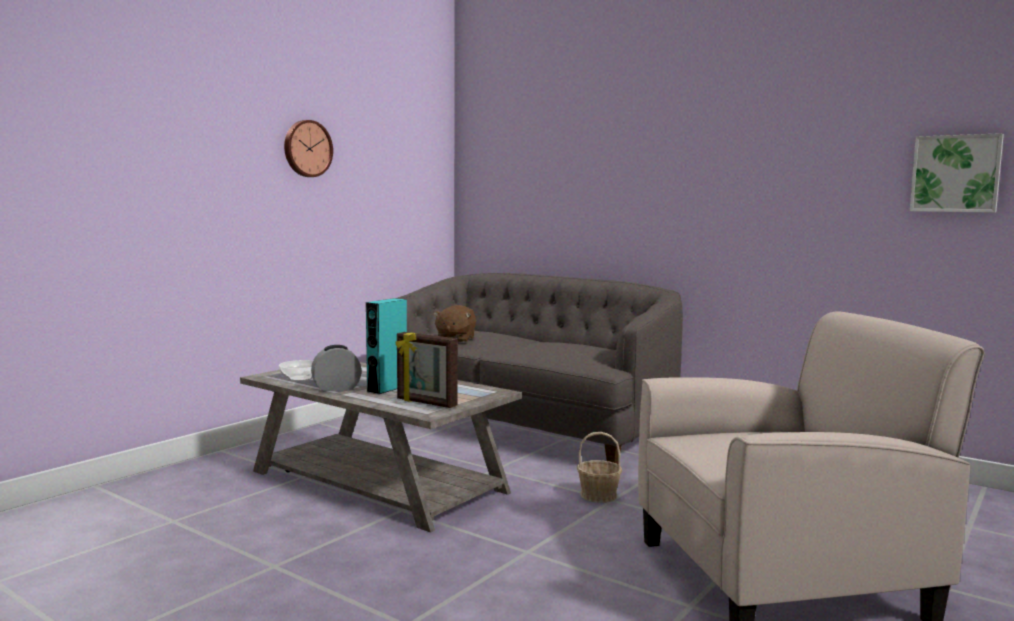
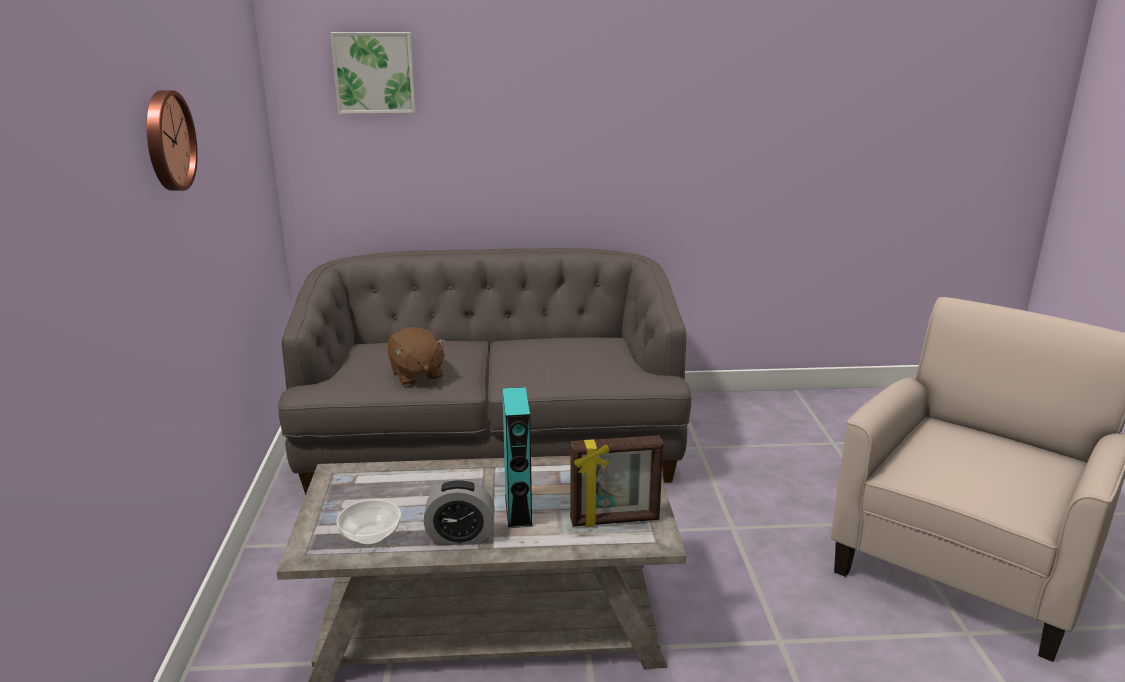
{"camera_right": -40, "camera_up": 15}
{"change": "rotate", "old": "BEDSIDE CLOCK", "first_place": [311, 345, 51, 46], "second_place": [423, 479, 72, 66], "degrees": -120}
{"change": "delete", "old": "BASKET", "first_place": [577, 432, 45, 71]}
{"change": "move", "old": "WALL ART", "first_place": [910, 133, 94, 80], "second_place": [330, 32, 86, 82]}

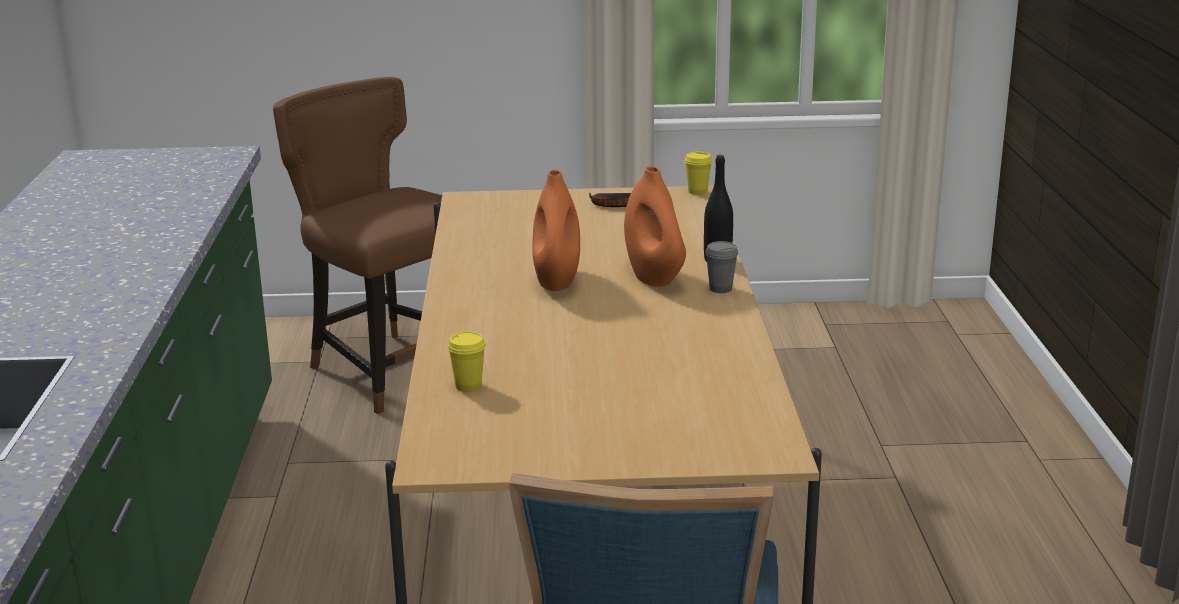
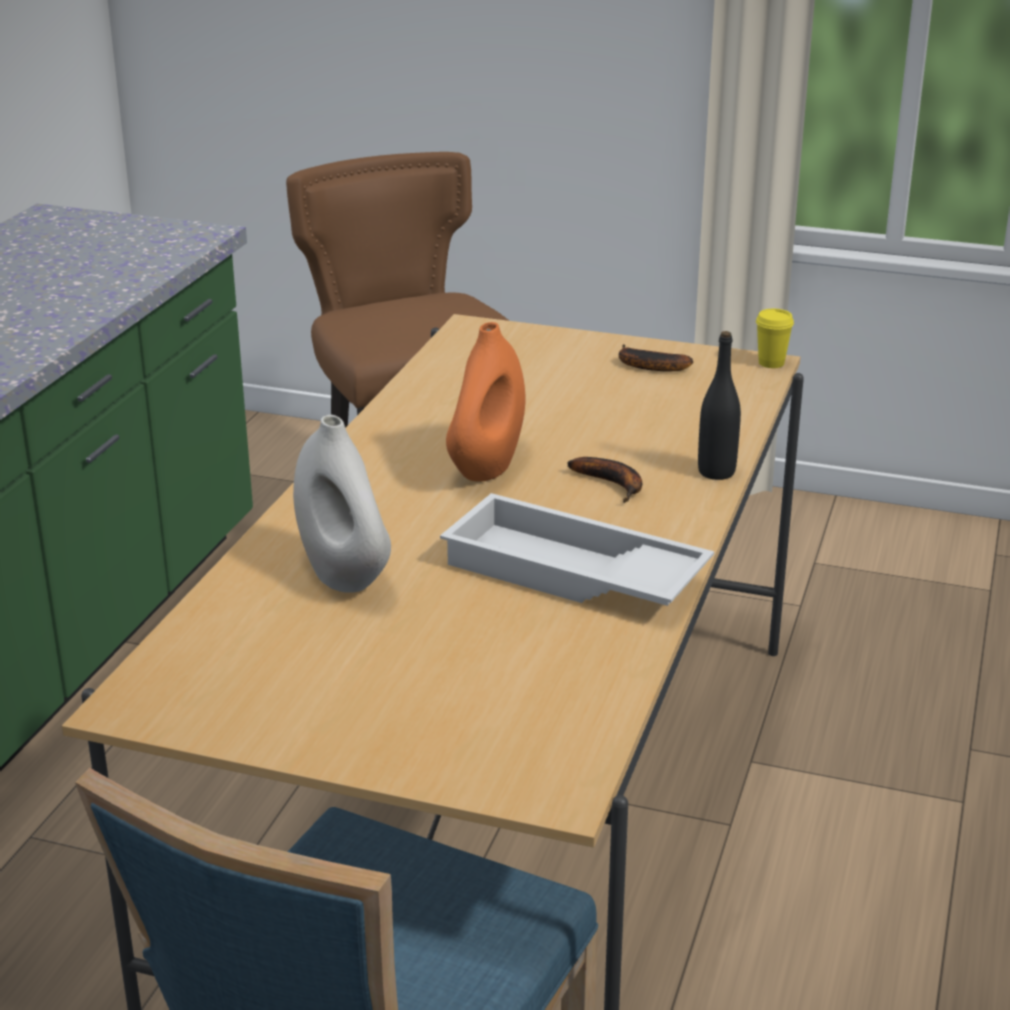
{"camera_right": 20, "camera_up": 5}
{"change": "delete", "old": "YELLOWISH CUP", "first_place": [447, 332, 39, 60]}
{"change": "replace", "old": "ORANGEY DECORATIVE VASE", "new": "BANANA", "first_place": [624, 166, 62, 121], "second_place": [567, 457, 75, 46]}
{"change": "delete", "old": "GREYISH CUP", "first_place": [705, 241, 33, 52]}
{"change": "insert", "new": "WHITISH DECORATIVE VASE", "second_place": [293, 415, 98, 178]}
{"change": "insert", "new": "WHITISH TRAY", "second_place": [440, 493, 274, 113]}

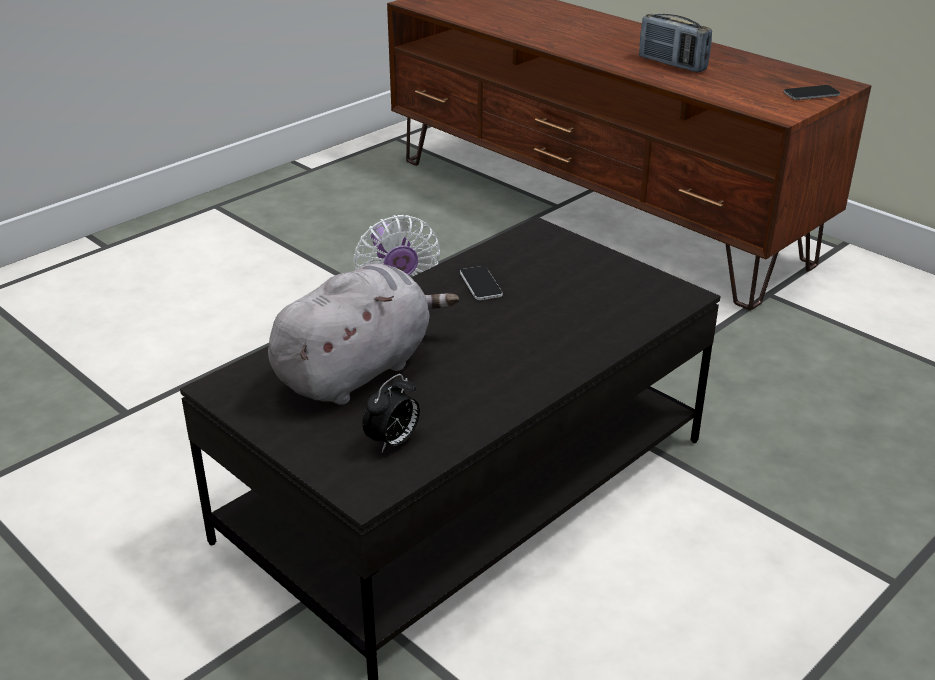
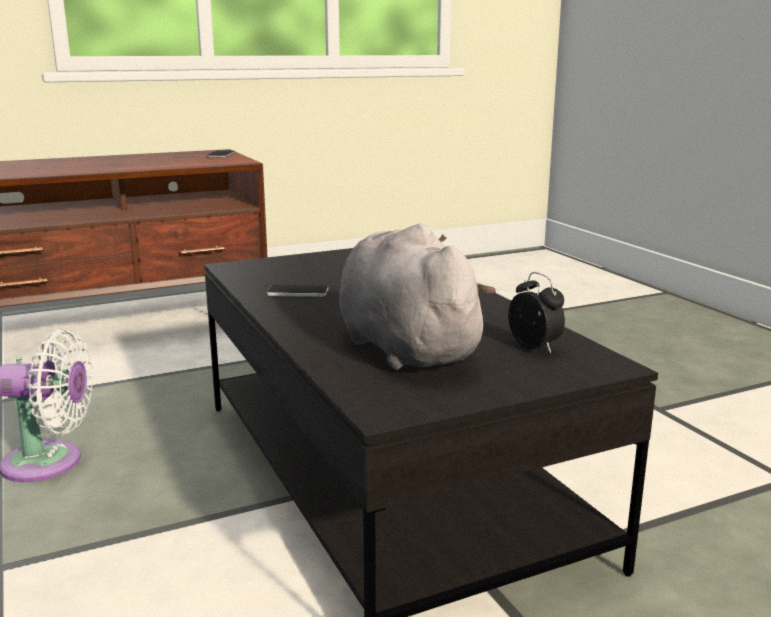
{"camera_right": -70, "camera_up": -15}
{"change": "delete", "old": "RADIO", "first_place": [639, 14, 73, 58]}

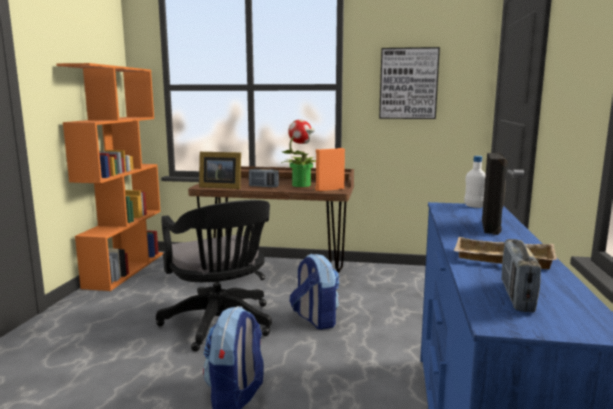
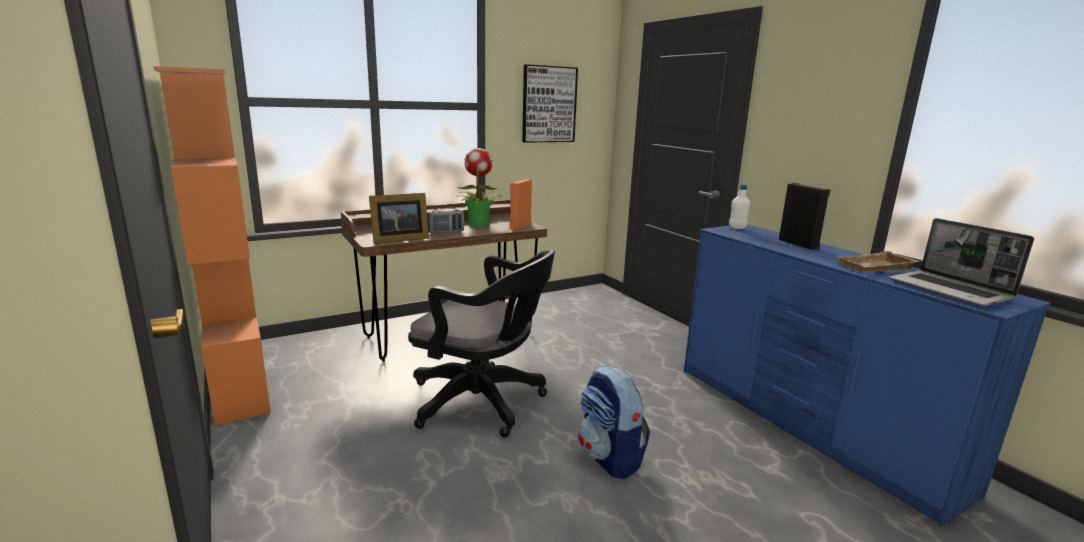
{"camera_right": -40, "camera_up": 5}
{"change": "delete", "old": "KNAPSACK", "first_place": [290, 254, 49, 76]}
{"change": "replace", "old": "RADIO", "new": "PORTABLE COMPUTER", "first_place": [502, 239, 39, 73], "second_place": [889, 218, 145, 89]}

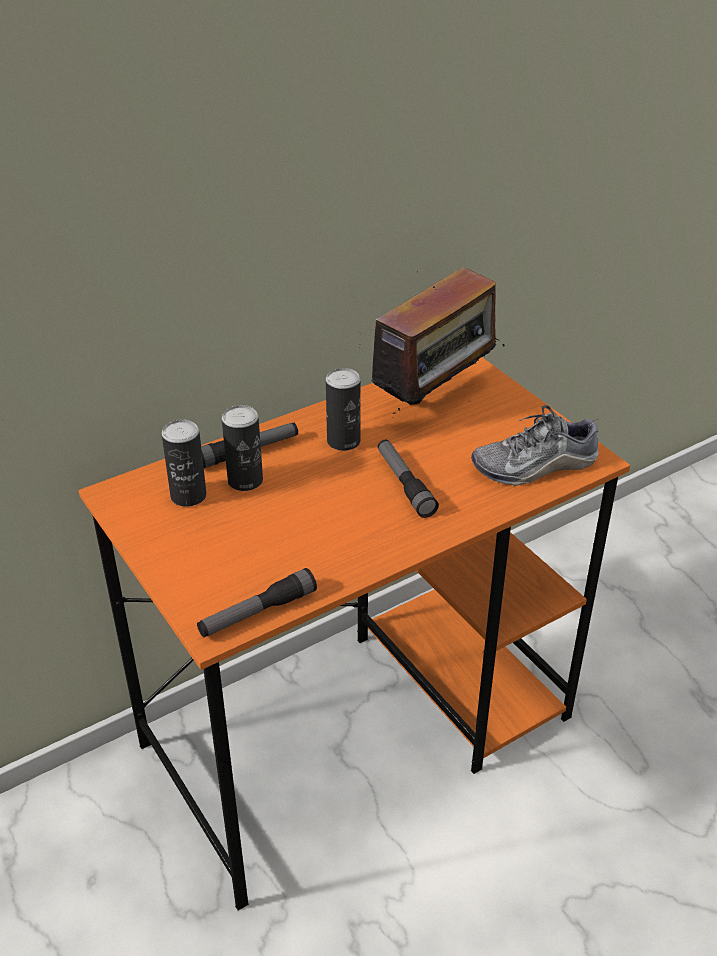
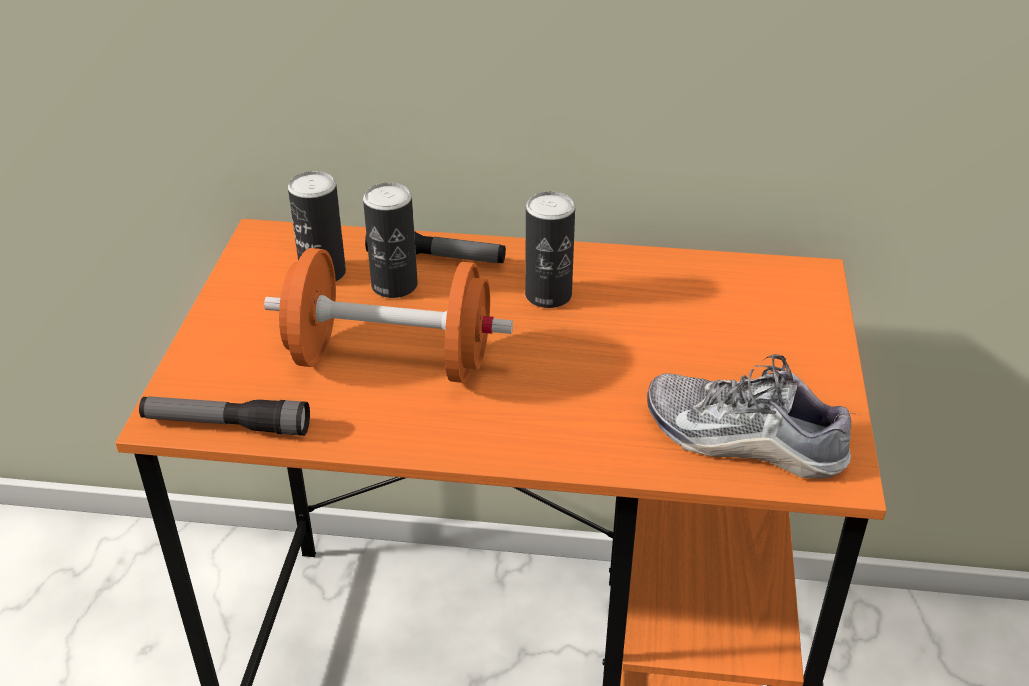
{"camera_right": 40, "camera_up": 0}
{"change": "delete", "old": "RADIO", "first_place": [371, 267, 134, 151]}
{"change": "delete", "old": "HAND TORCH", "first_place": [378, 440, 61, 78]}
{"change": "insert", "new": "ORANGEY FREE WEIGHT", "second_place": [264, 248, 249, 135]}

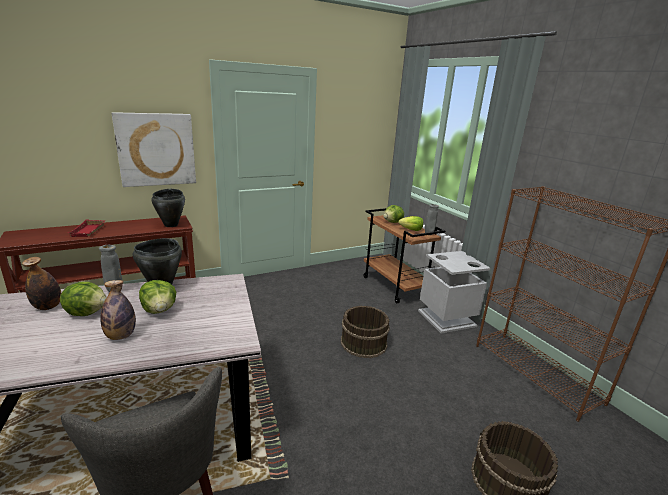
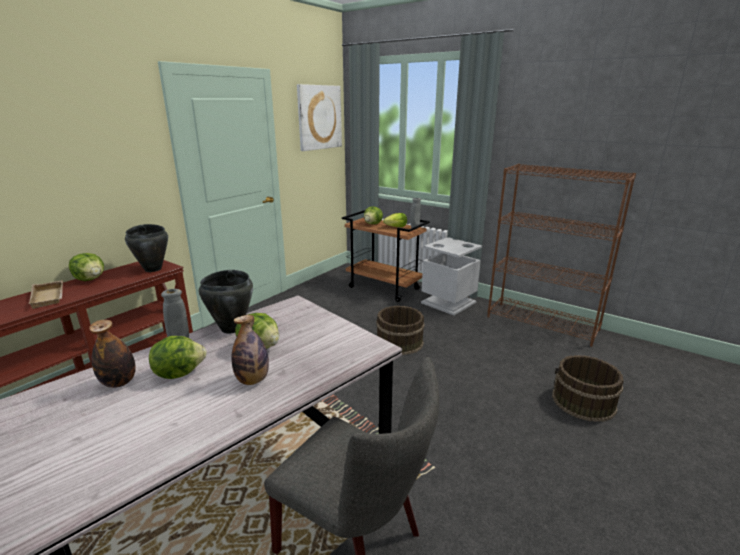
{"camera_right": -25, "camera_up": 0}
{"change": "recolor", "old": "RED TRAY", "new": "SAND-COLOURED TRAY", "first_place": [68, 219, 38, 18], "second_place": [28, 280, 35, 29]}
{"change": "move", "old": "WALL ART", "first_place": [112, 112, 84, 75], "second_place": [297, 84, 45, 67]}
{"change": "insert", "new": "HEAD OF LETTUCE", "second_place": [69, 253, 35, 28]}

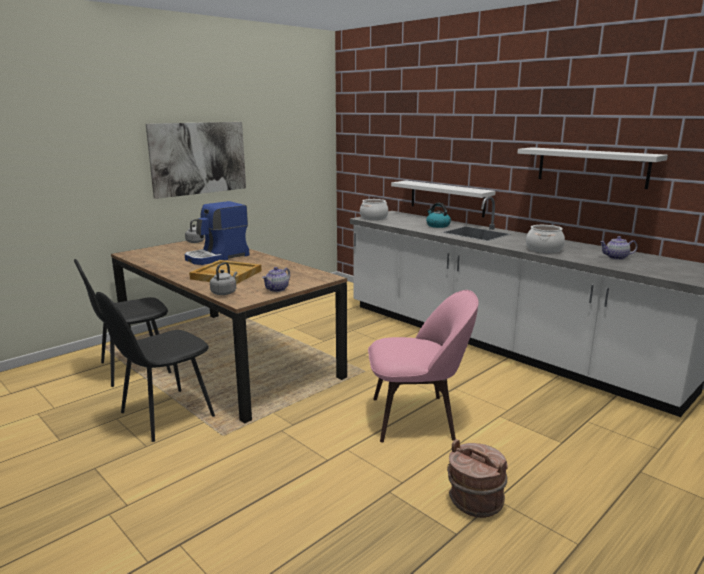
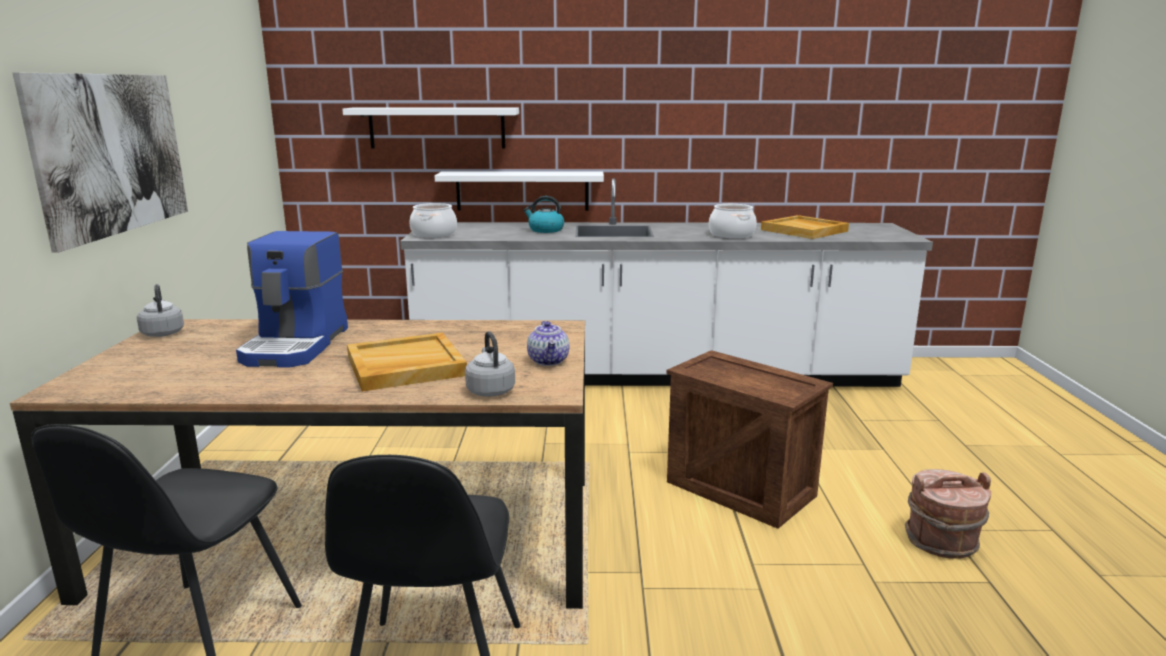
{"camera_right": -45, "camera_up": 0}
{"change": "replace", "old": "PINK-COLOURED PLAIN CHAIR", "new": "PACKING CRATE", "first_place": [368, 290, 111, 152], "second_place": [666, 350, 167, 179]}
{"change": "move", "old": "WHITISH WALL SHELF", "first_place": [517, 147, 151, 42], "second_place": [342, 107, 177, 42]}
{"change": "replace", "old": "TEAPOT", "new": "SAND-COLOURED TRAY", "first_place": [600, 236, 38, 24], "second_place": [761, 215, 88, 24]}

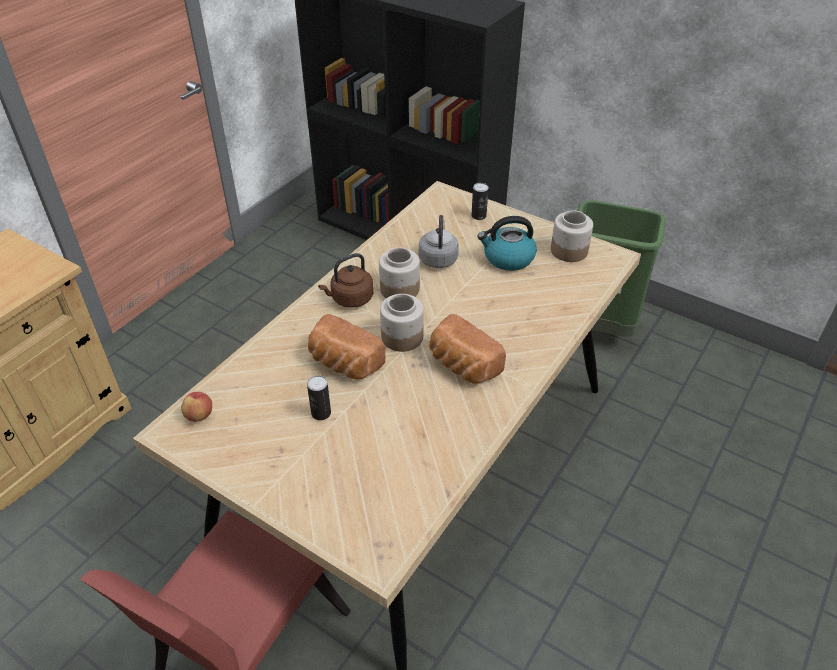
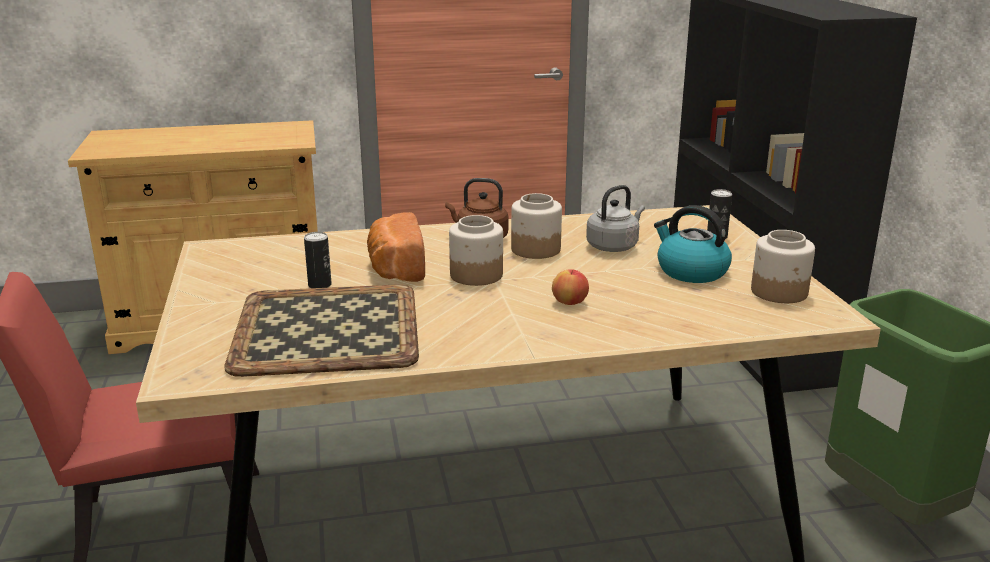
{"camera_right": 45, "camera_up": -20}
{"change": "move", "old": "APPLE", "first_place": [181, 392, 31, 30], "second_place": [552, 269, 37, 36]}
{"change": "delete", "old": "BREAD", "first_place": [429, 314, 77, 69]}
{"change": "insert", "new": "TRAY", "second_place": [224, 284, 195, 93]}

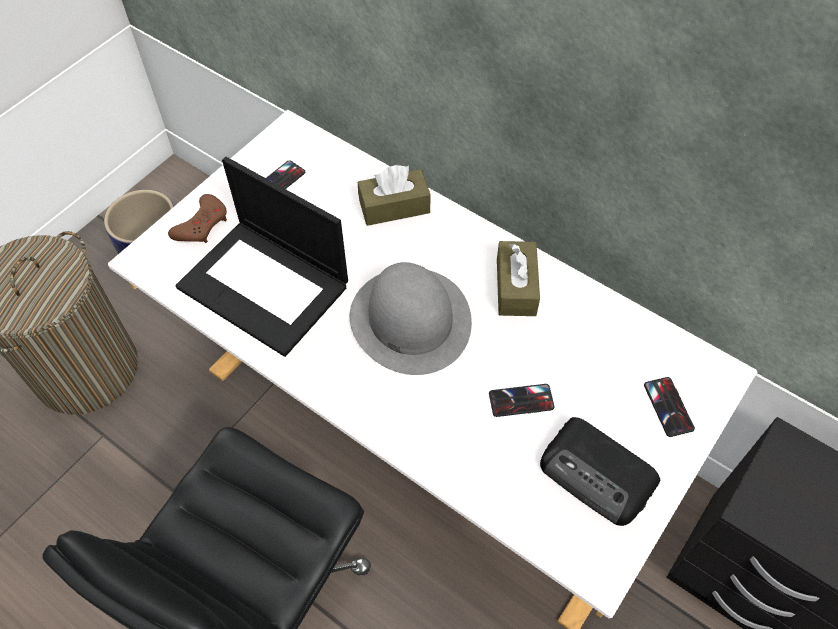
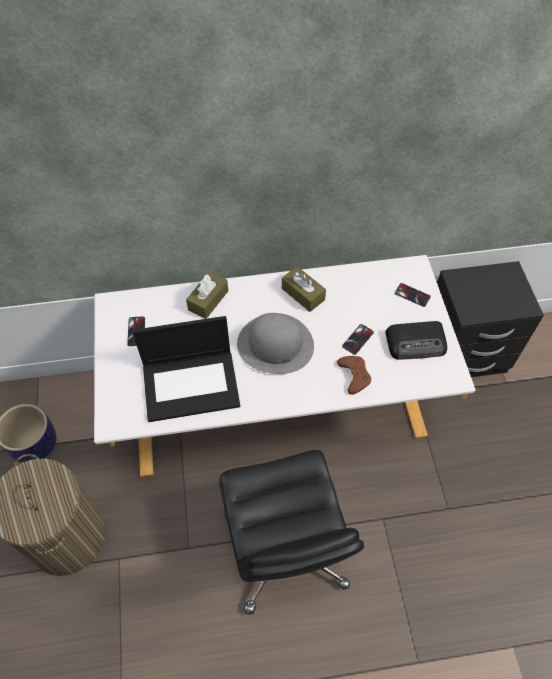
{"camera_right": -45, "camera_up": 0}
{"change": "move", "old": "BROWN GAME CONTROLLER", "first_place": [168, 194, 59, 49], "second_place": [337, 356, 34, 39]}

